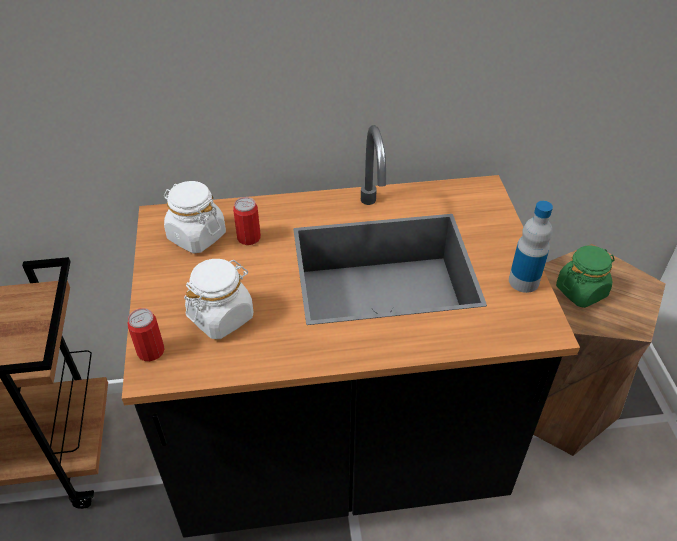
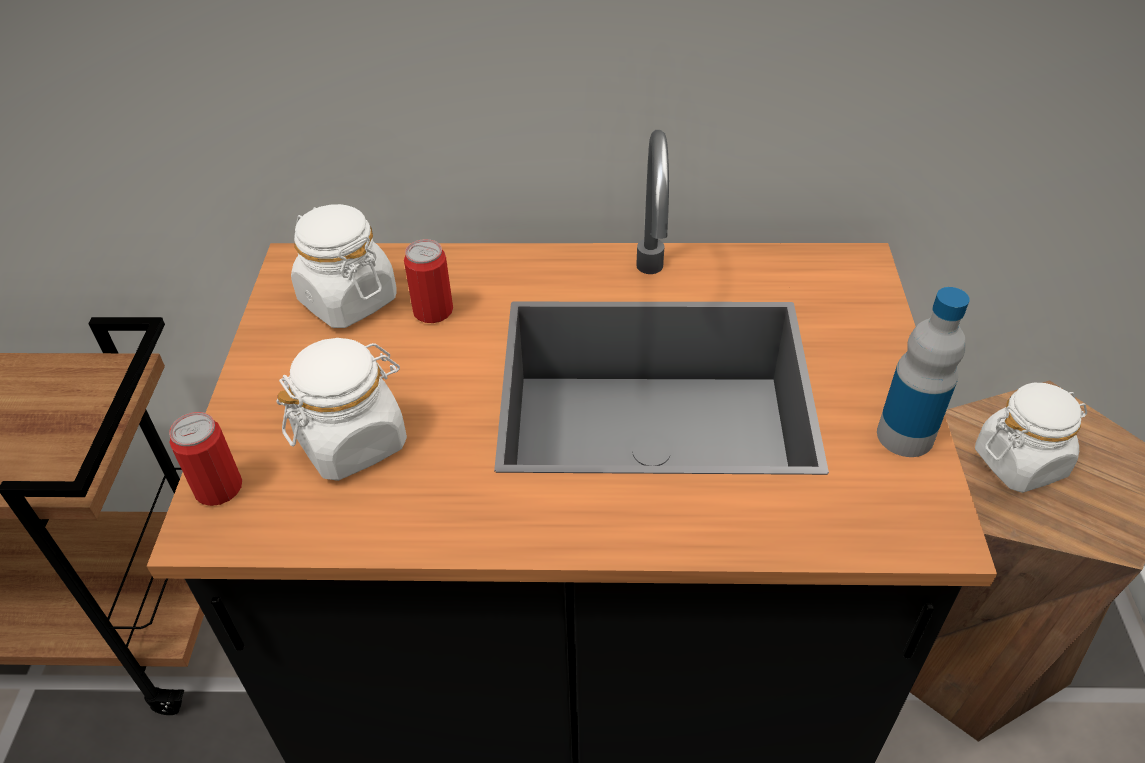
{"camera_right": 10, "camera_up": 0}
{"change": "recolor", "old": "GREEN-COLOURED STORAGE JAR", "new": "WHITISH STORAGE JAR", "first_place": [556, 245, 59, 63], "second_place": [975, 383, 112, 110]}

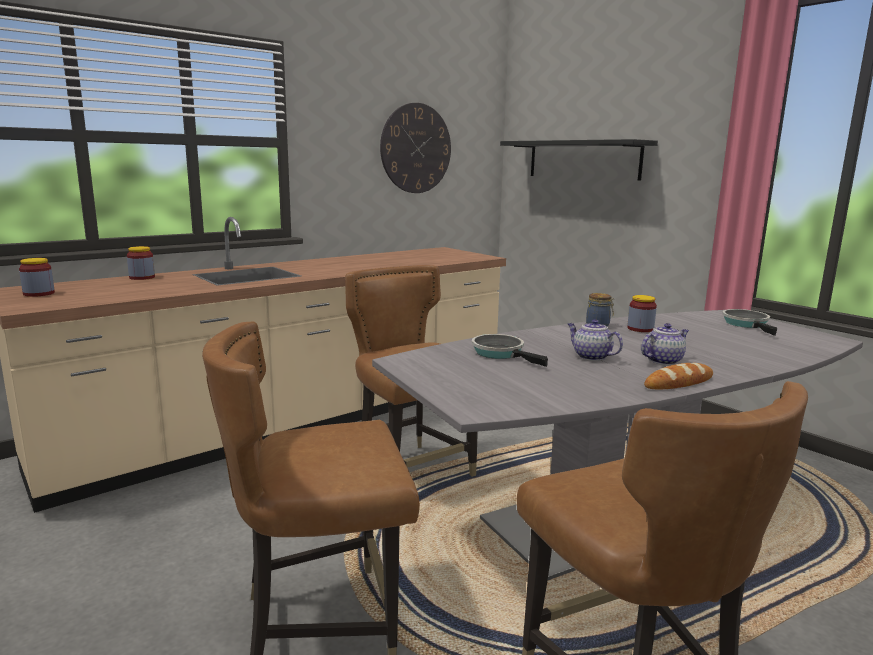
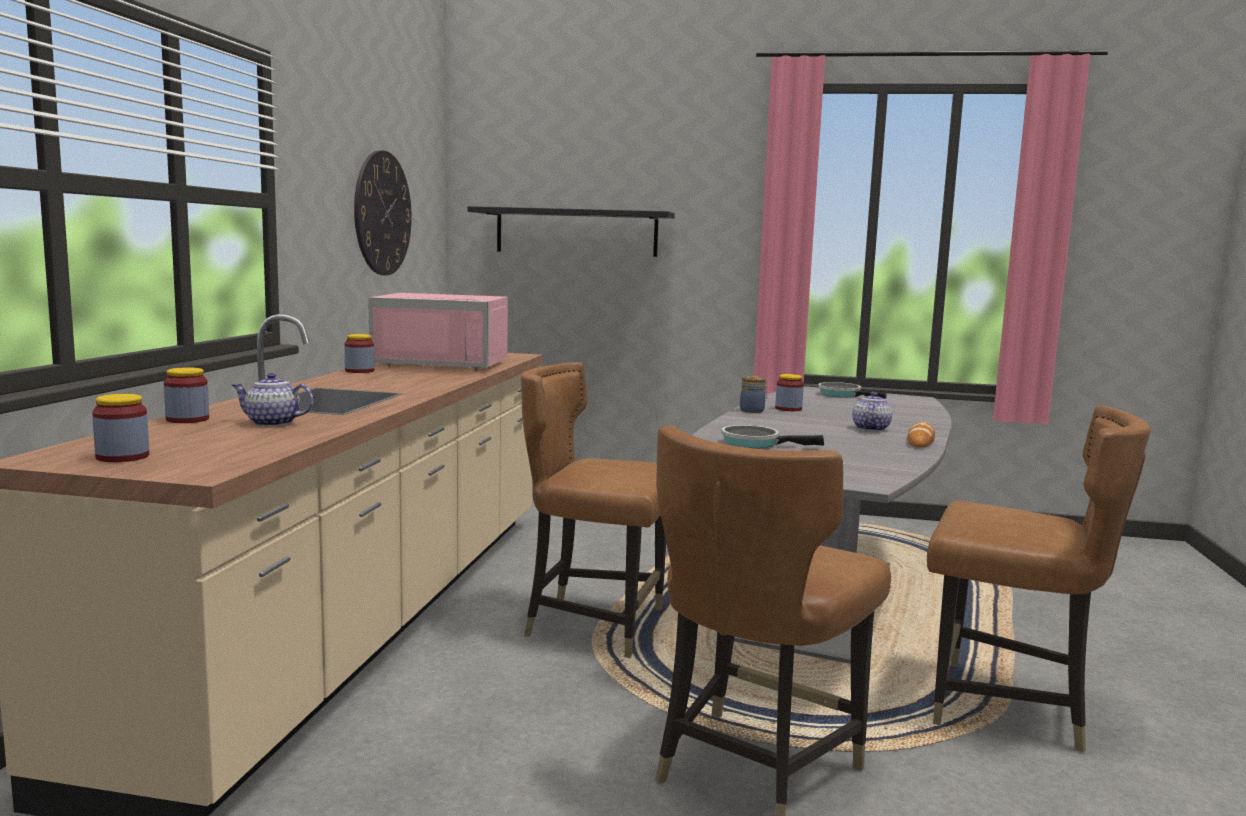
{"camera_right": -40, "camera_up": -5}
{"change": "move", "old": "TEAPOT", "first_place": [568, 319, 55, 42], "second_place": [232, 373, 81, 54]}
{"change": "insert", "new": "STORAGE JAR", "second_place": [345, 334, 29, 39]}
{"change": "insert", "new": "PINK-COLOURED MICROWAVE OVEN", "second_place": [368, 293, 140, 77]}

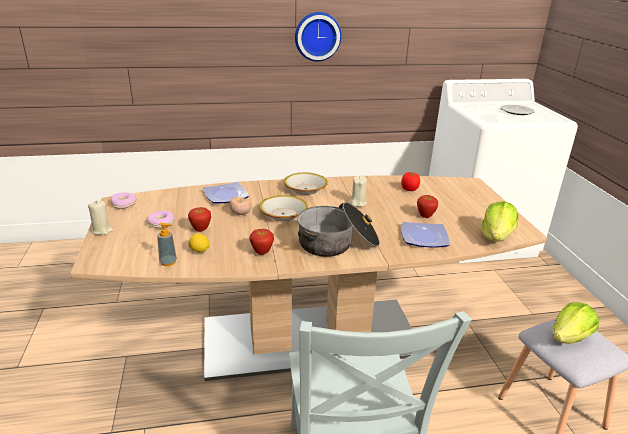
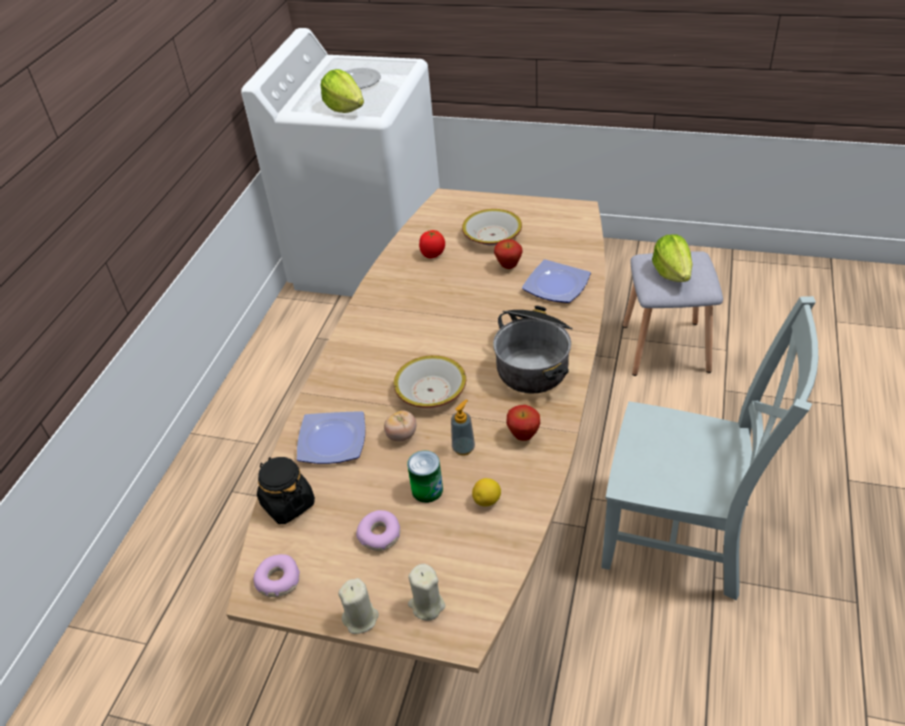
{"camera_right": -60, "camera_up": 15}
{"change": "move", "old": "SOAP DISPENSER", "first_place": [157, 222, 20, 44], "second_place": [451, 399, 24, 56]}
{"change": "replace", "old": "APPLE", "new": "CAN", "first_place": [188, 207, 23, 25], "second_place": [407, 450, 36, 53]}
{"change": "move", "old": "DEEP DISH", "first_place": [284, 173, 44, 22], "second_place": [462, 209, 60, 37]}
{"change": "delete", "old": "WALL CLOCK", "first_place": [295, 12, 46, 50]}
{"change": "move", "old": "SAND-COLOURED CANDLE", "first_place": [349, 176, 18, 31], "second_place": [408, 564, 37, 57]}
{"change": "move", "old": "HEAD OF LETTUCE", "first_place": [481, 201, 37, 41], "second_place": [321, 69, 43, 44]}
{"change": "insert", "new": "BLACK-COLOURED STORAGE JAR", "second_place": [257, 457, 58, 67]}

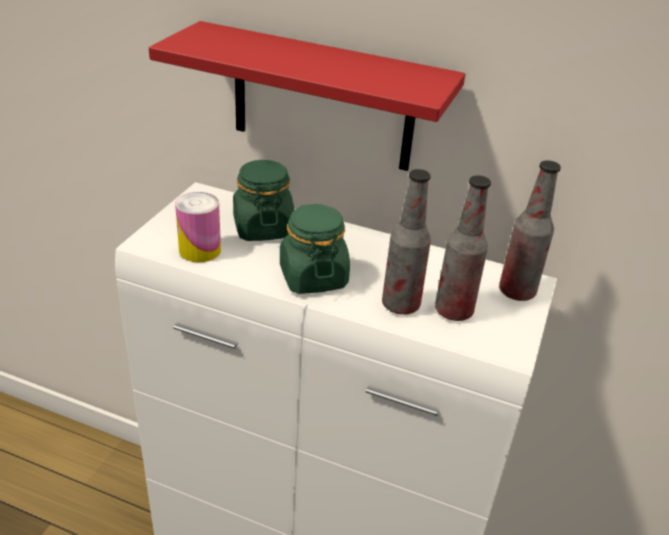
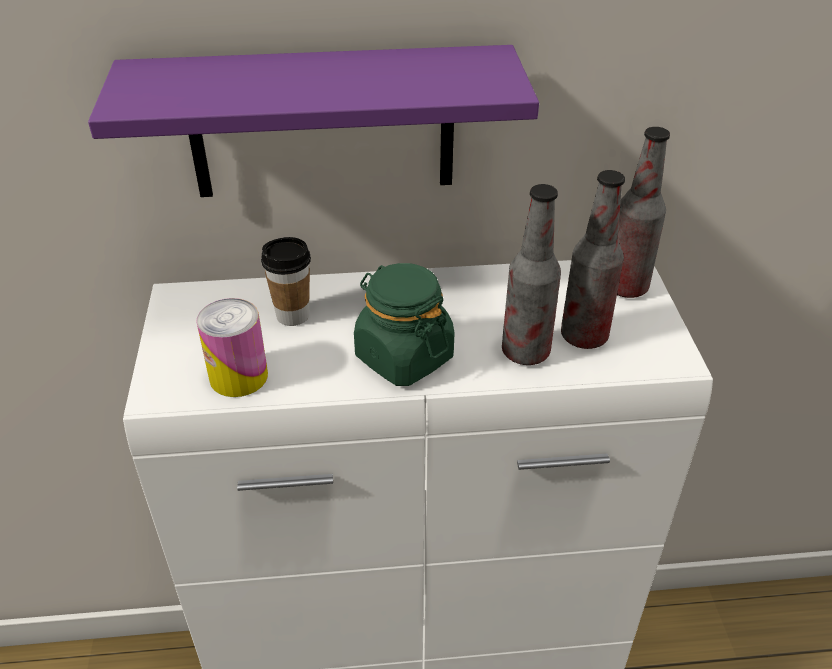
{"camera_right": -25, "camera_up": 5}
{"change": "recolor", "old": "RED WALL SHELF", "new": "PURPLE WALL SHELF", "first_place": [149, 21, 316, 150], "second_place": [88, 45, 451, 152]}
{"change": "replace", "old": "GREEN-COLOURED STORAGE JAR", "new": "CUP", "first_place": [233, 160, 61, 81], "second_place": [261, 237, 50, 89]}

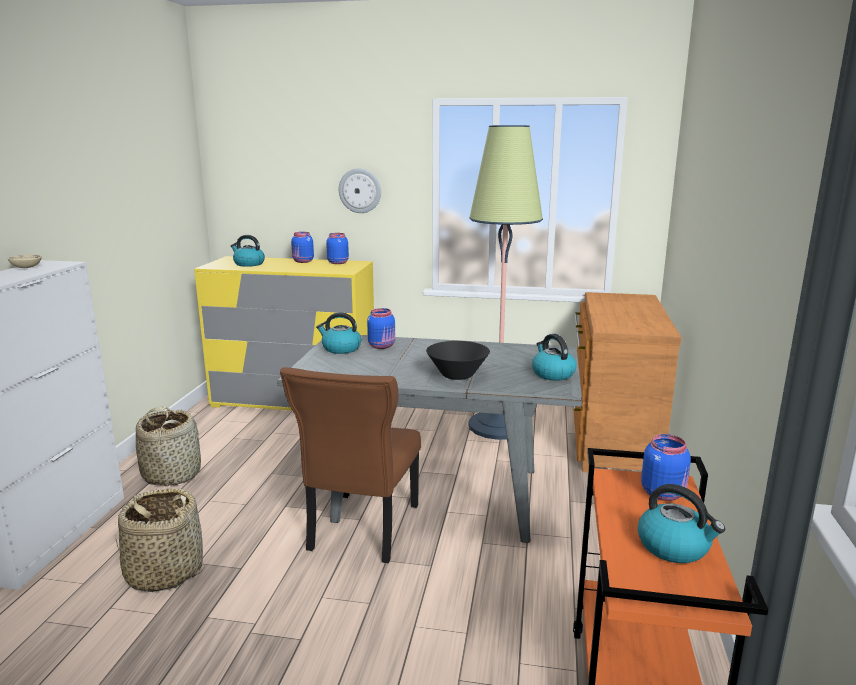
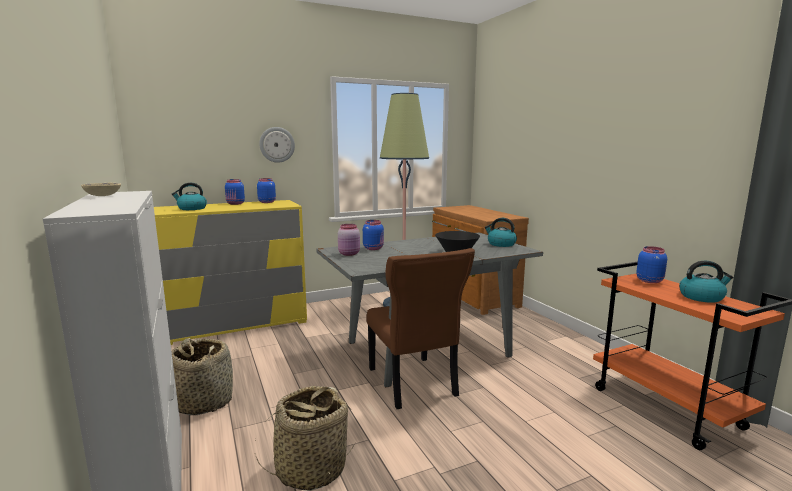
{"camera_right": -35, "camera_up": -5}
{"change": "replace", "old": "WATER KETTLE", "new": "PINK-COLOURED STORAGE JAR", "first_place": [316, 312, 45, 42], "second_place": [338, 224, 22, 32]}

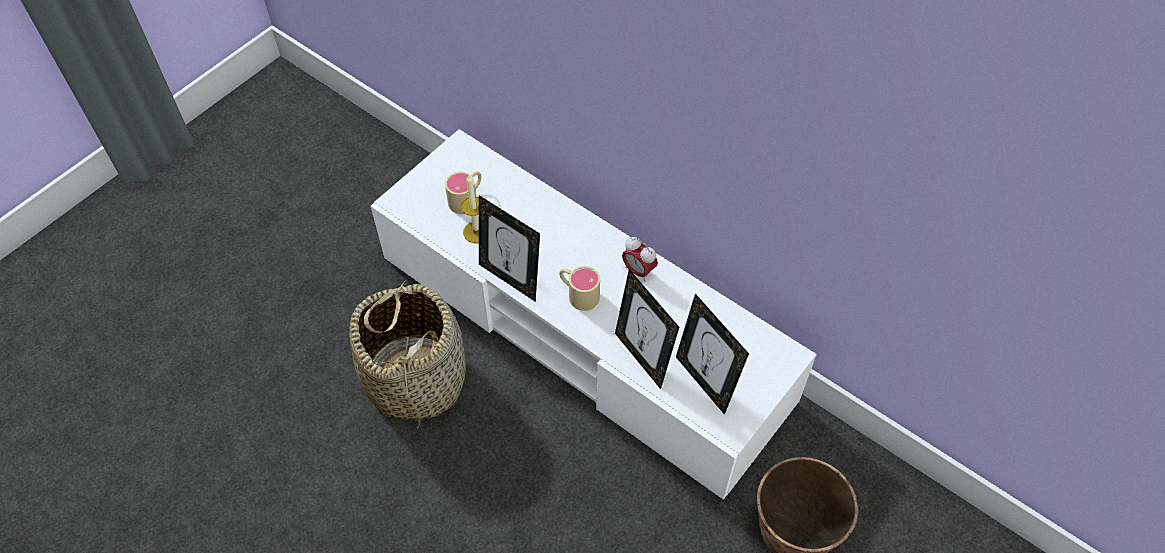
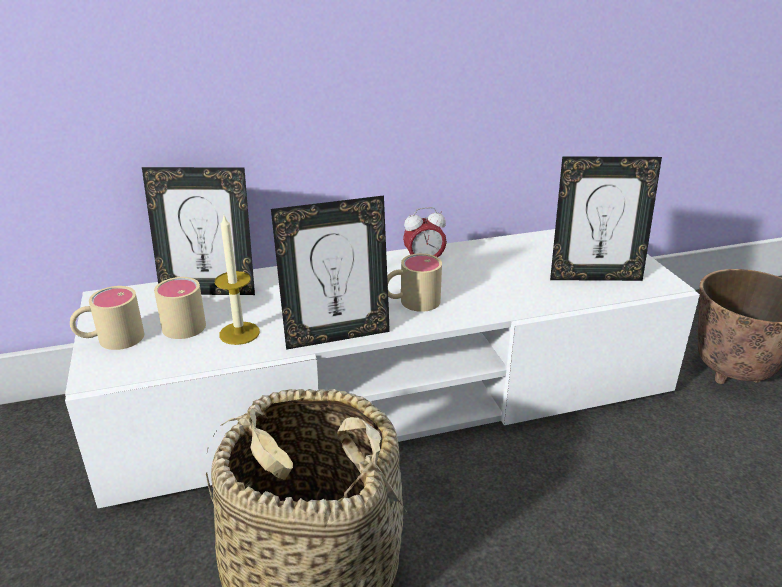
{"camera_right": -55, "camera_up": -25}
{"change": "move", "old": "STANDING FRAME", "first_place": [615, 269, 64, 120], "second_place": [142, 167, 113, 128]}
{"change": "insert", "new": "SAND-COLOURED COFFEE MUG", "second_place": [70, 286, 74, 64]}

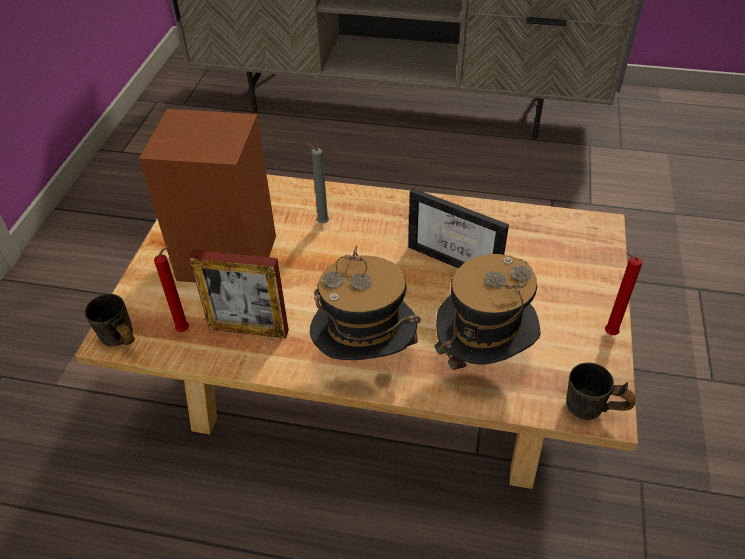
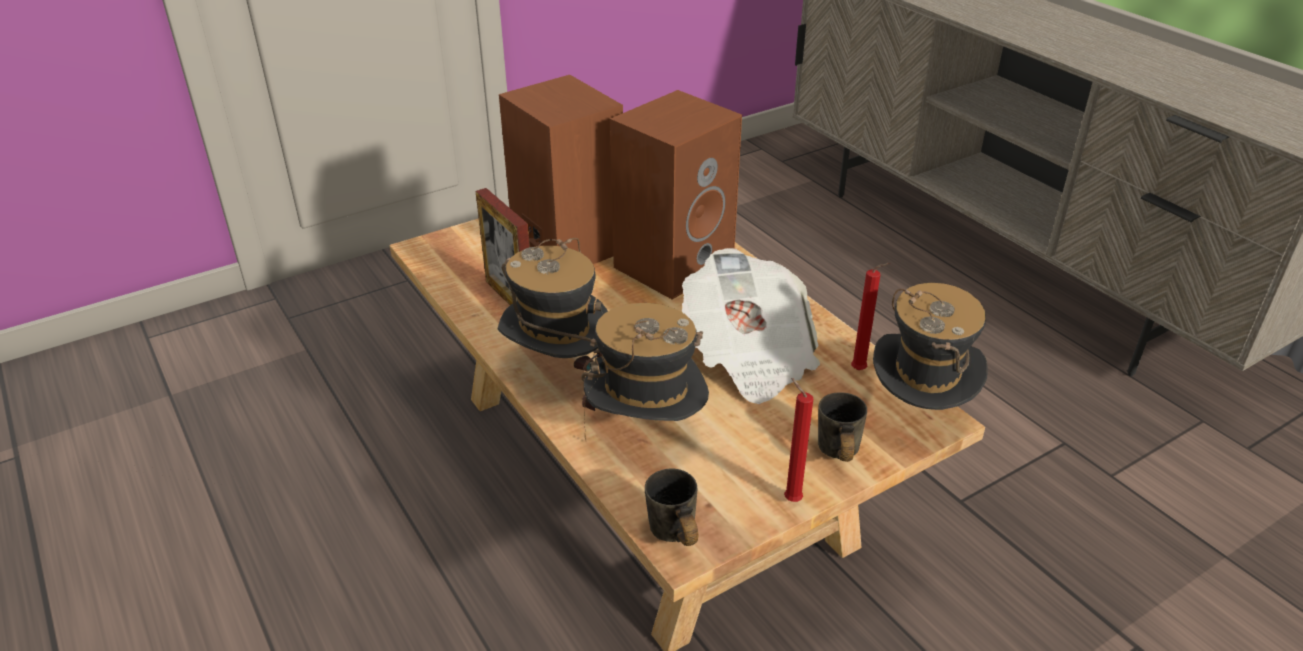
{"camera_right": 45, "camera_up": -10}
{"change": "move", "old": "GREYISH COFFEE MUG", "first_place": [85, 294, 50, 52], "second_place": [818, 392, 49, 70]}
{"change": "move", "old": "RED CANDLE", "first_place": [154, 245, 35, 87], "second_place": [851, 263, 39, 107]}
{"change": "replace", "old": "GREYISH CANDLE", "new": "BROWN SPEAKER", "first_place": [305, 143, 24, 80], "second_place": [610, 90, 132, 210]}
{"change": "replace", "old": "STANDING FRAME", "new": "NEWSPAPER", "first_place": [408, 188, 101, 80], "second_place": [682, 248, 138, 156]}
{"change": "insert", "new": "HAT", "second_place": [873, 283, 115, 127]}

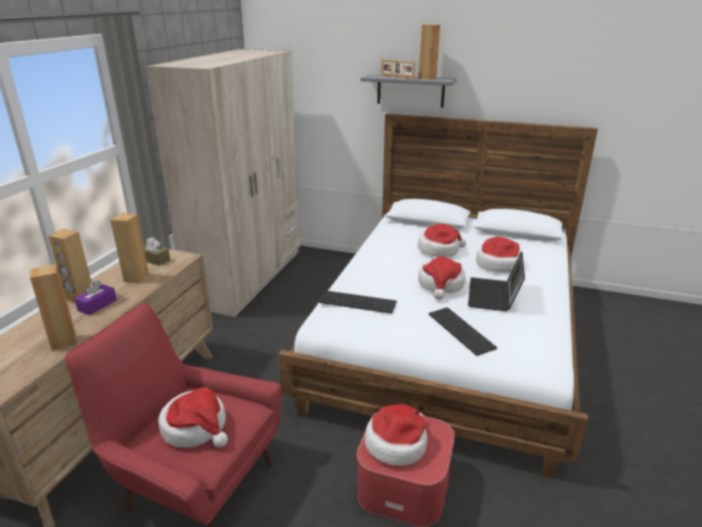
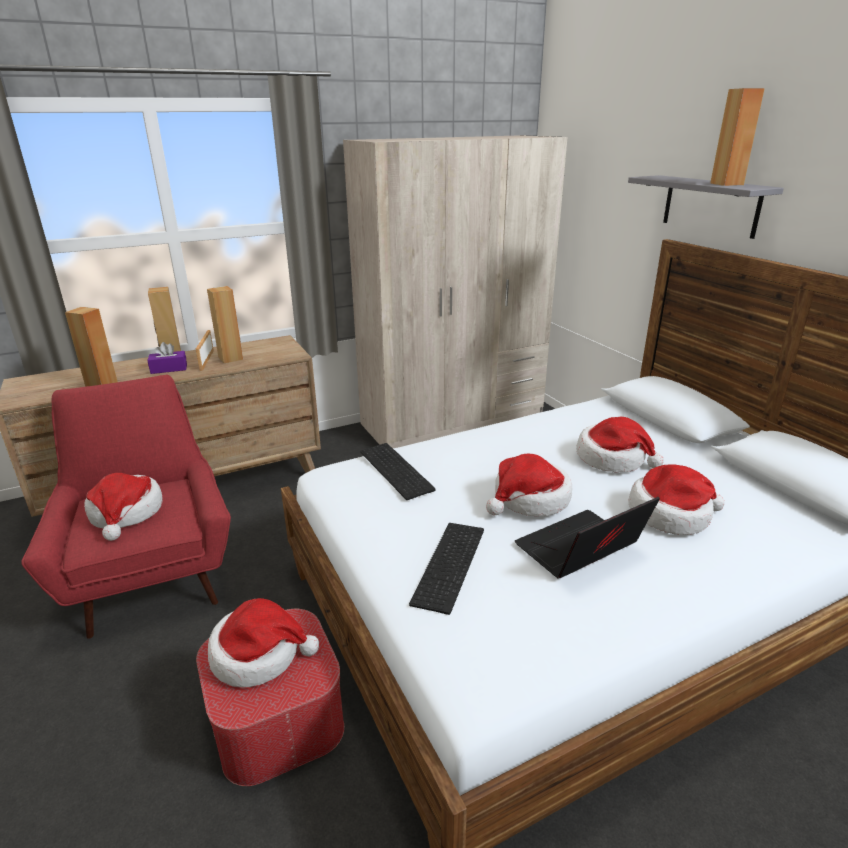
{"camera_right": 45, "camera_up": 0}
{"change": "delete", "old": "BROWN TISSUE HOLDER", "first_place": [144, 237, 26, 29]}
{"change": "move", "old": "STANDING FRAME", "first_place": [381, 59, 34, 20], "second_place": [196, 330, 18, 41]}

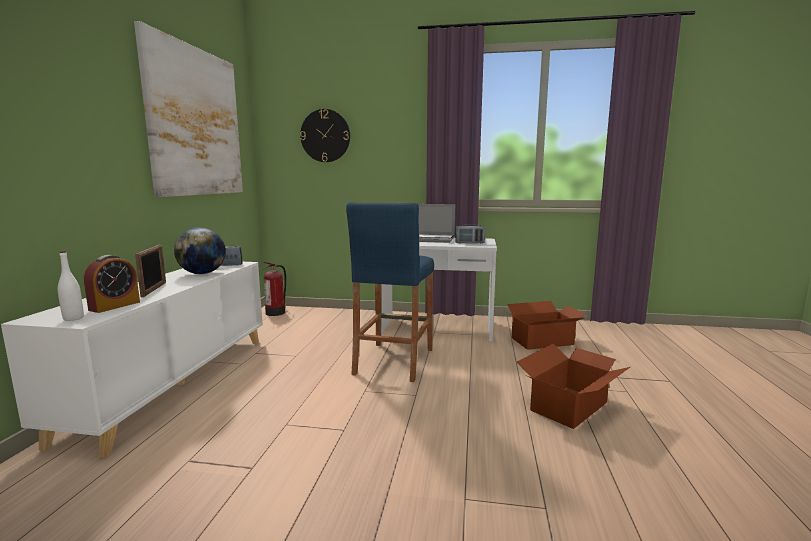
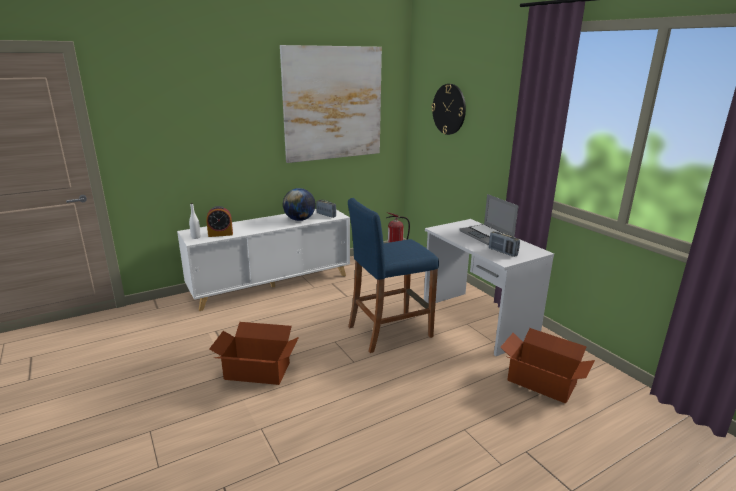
{"camera_right": 50, "camera_up": 10}
{"change": "delete", "old": "STANDING FRAME", "first_place": [135, 245, 31, 53]}
{"change": "move", "old": "CARDBOARD BOX", "first_place": [517, 344, 113, 85], "second_place": [209, 322, 90, 63]}

